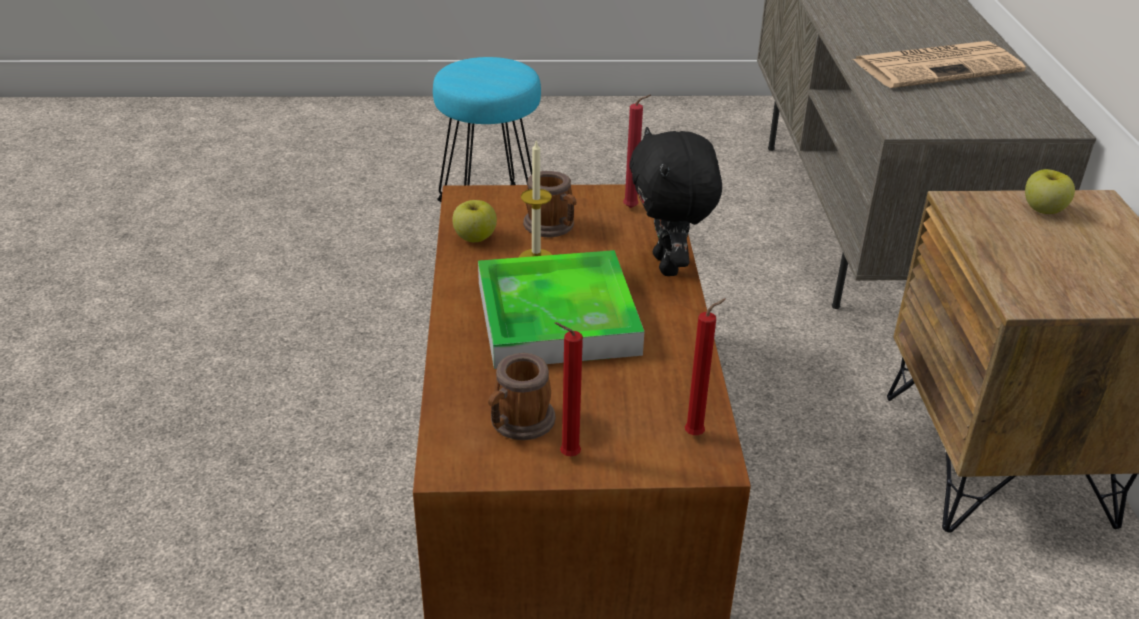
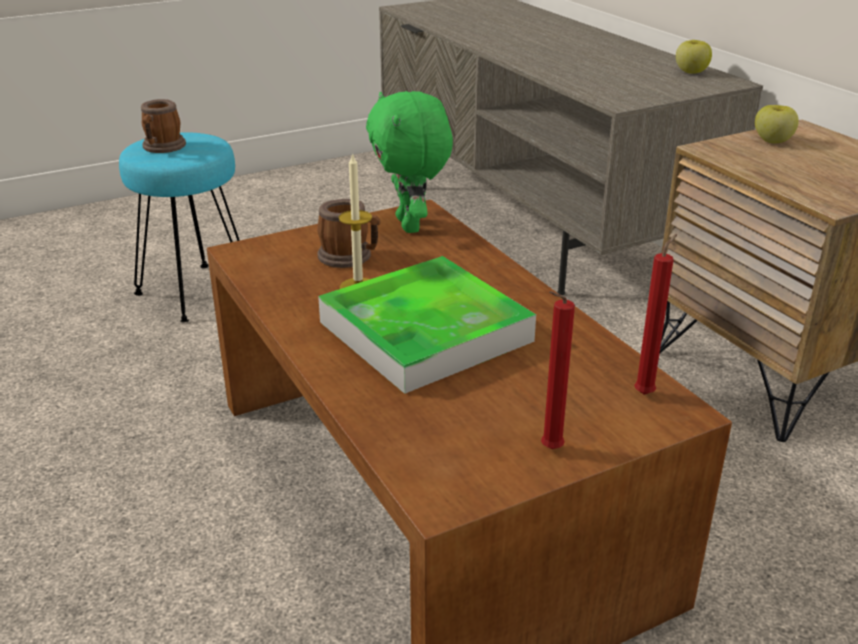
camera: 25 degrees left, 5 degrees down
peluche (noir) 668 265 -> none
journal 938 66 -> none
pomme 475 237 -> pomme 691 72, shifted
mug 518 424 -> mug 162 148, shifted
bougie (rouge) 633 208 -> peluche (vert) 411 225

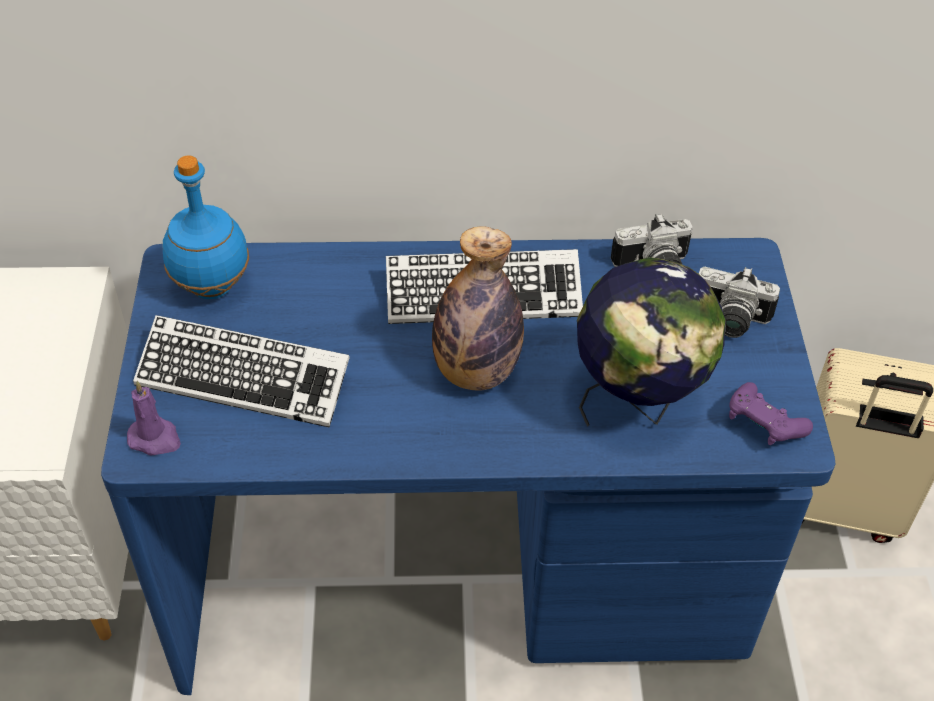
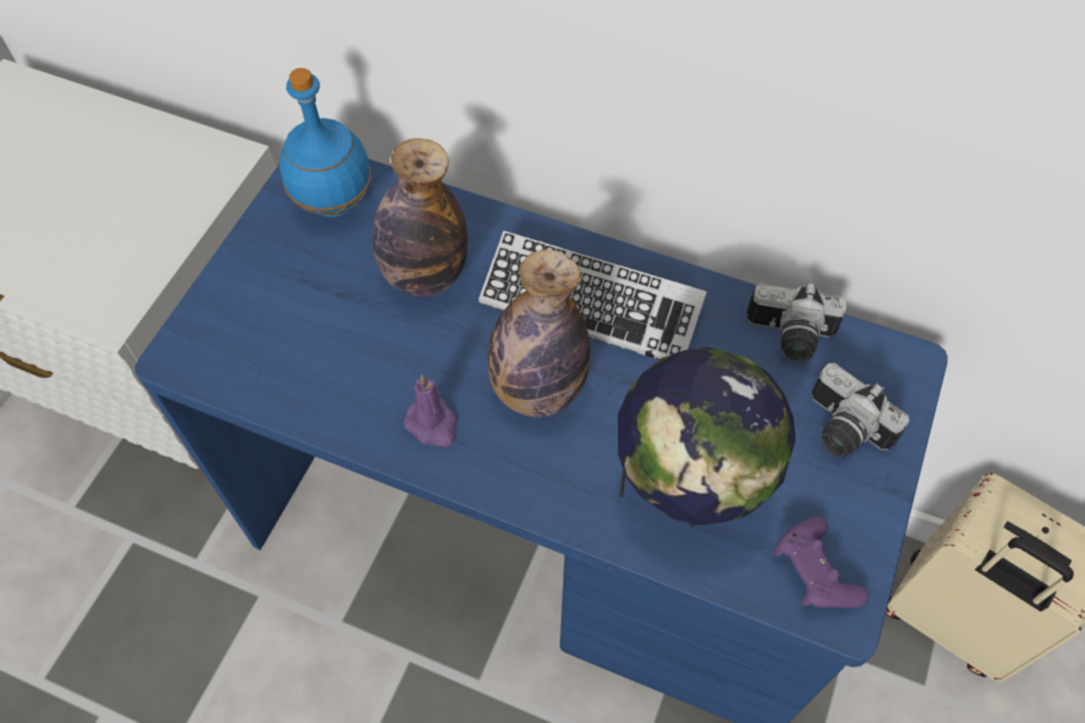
camera: 25 degrees right, 10 degrees up
clavier 243 379 -> none
none -> bouteille 424 275
bougie (violet) 155 438 -> bougie (violet) 433 425, shifted

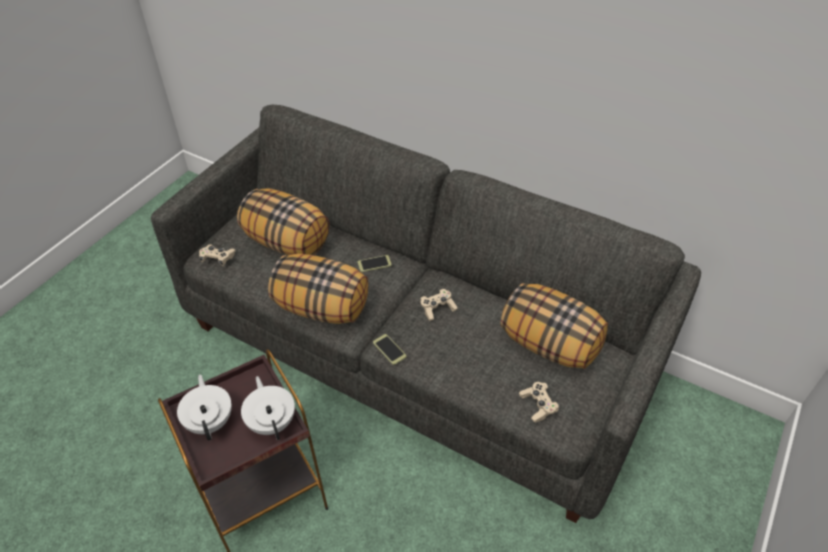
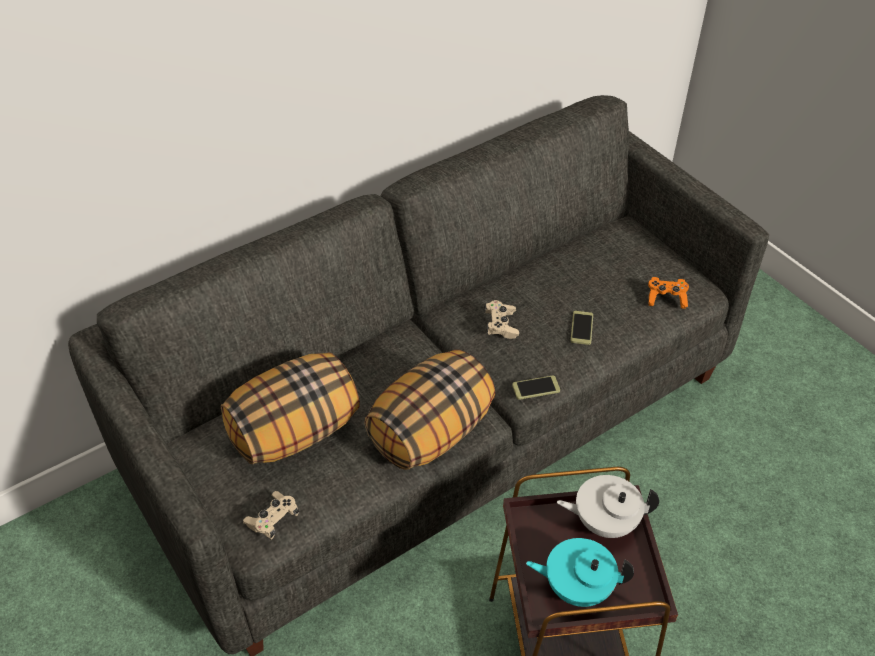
camera: 65 degrees left, 0 degrees up
coussin 549 344 -> none
téléphone 374 264 -> téléphone 581 328, shifted
théière (blanc) 210 421 -> théière (turquoise) 577 587
manette (beige) 538 405 -> manette (orange) 666 298

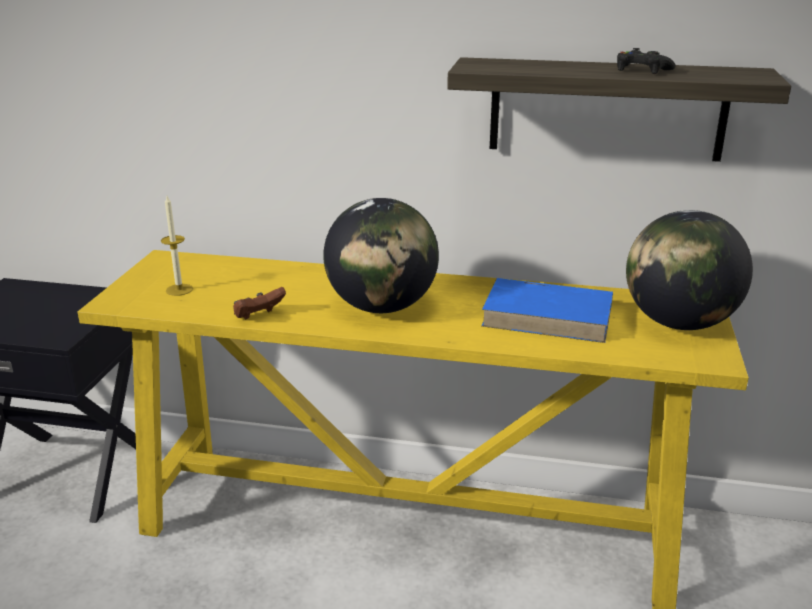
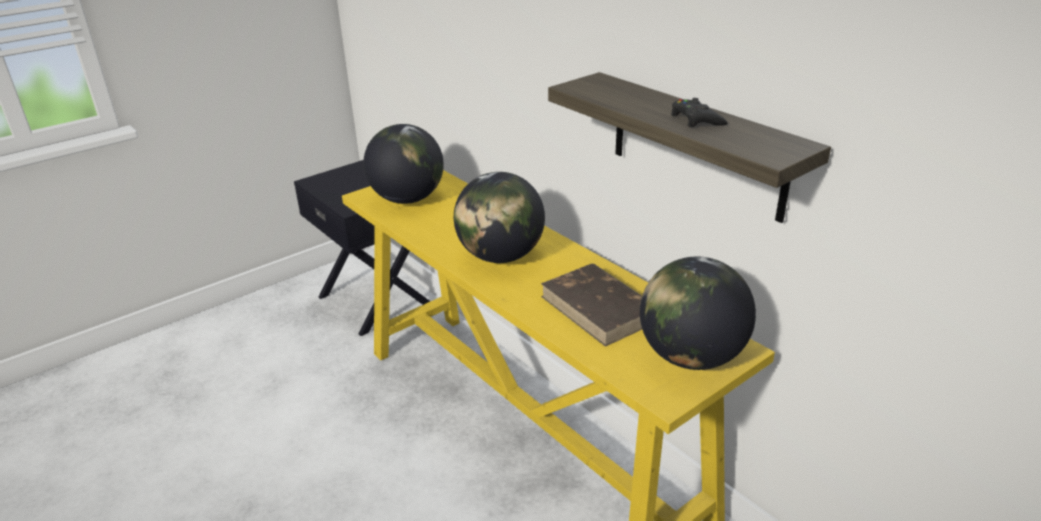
camera: 40 degrees right, 5 degrees up
manette (marron) 258 316 -> none
bougie 179 290 -> globe 407 199
livre (bleu) 549 315 -> livre (marron) 601 308

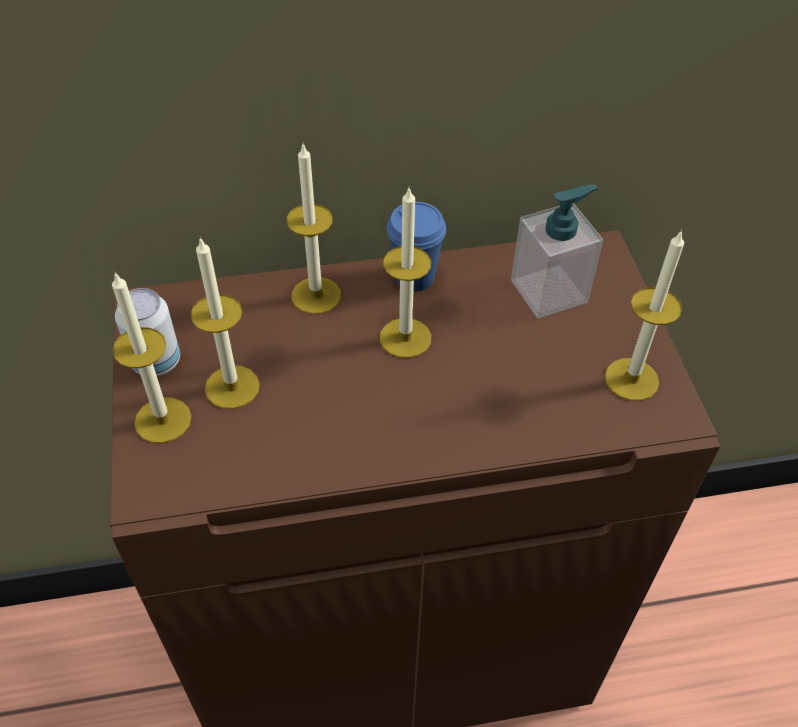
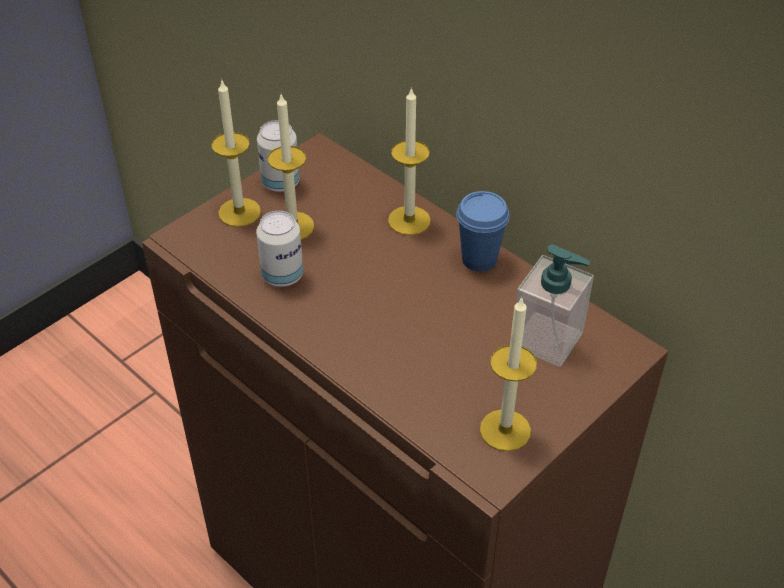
camera: 55 degrees right, 5 degrees down
bougie 405 338 -> none
none -> boîte métallique 282 276

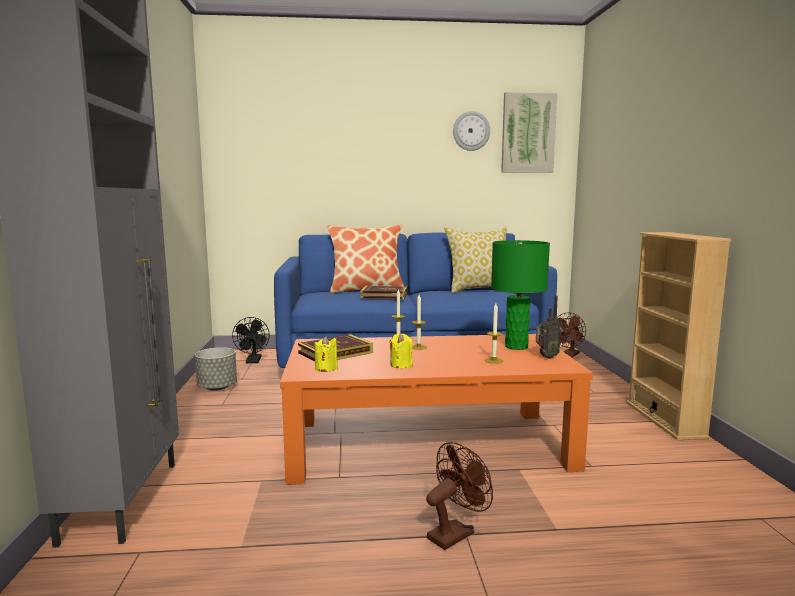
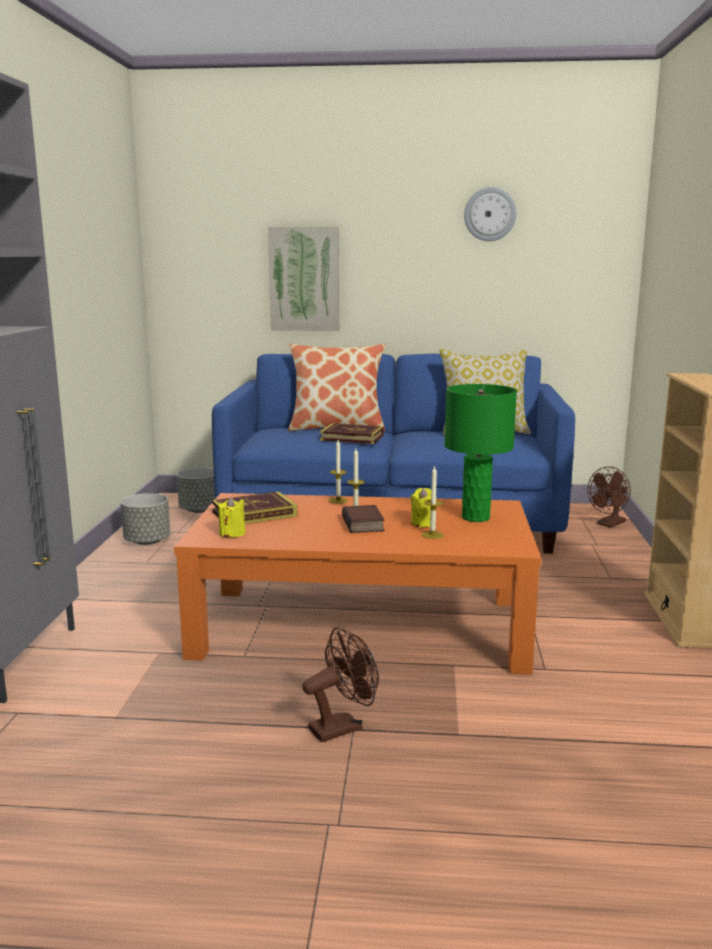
camera: 10 degrees right, 5 degrees up
radio 546 357 -> none
none -> livre 364 524
bougie (jaune) 401 365 -> bougie (jaune) 423 523, shifted
tableau 528 133 -> tableau 304 279, shifted
ventilateur (noir) 253 361 -> cache-pot (gris) 200 510

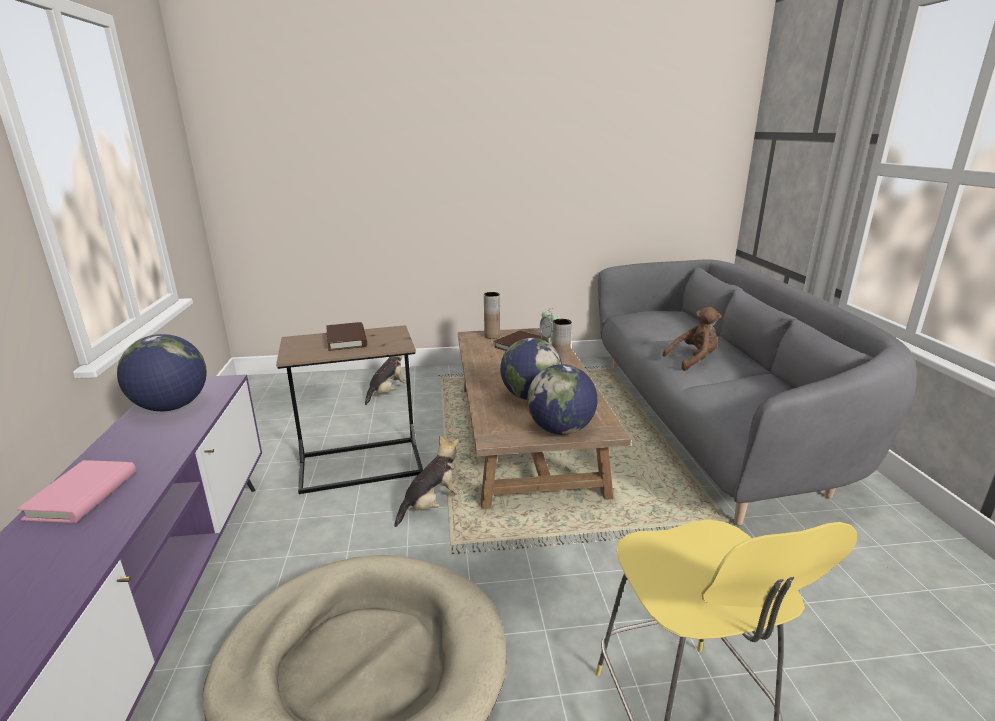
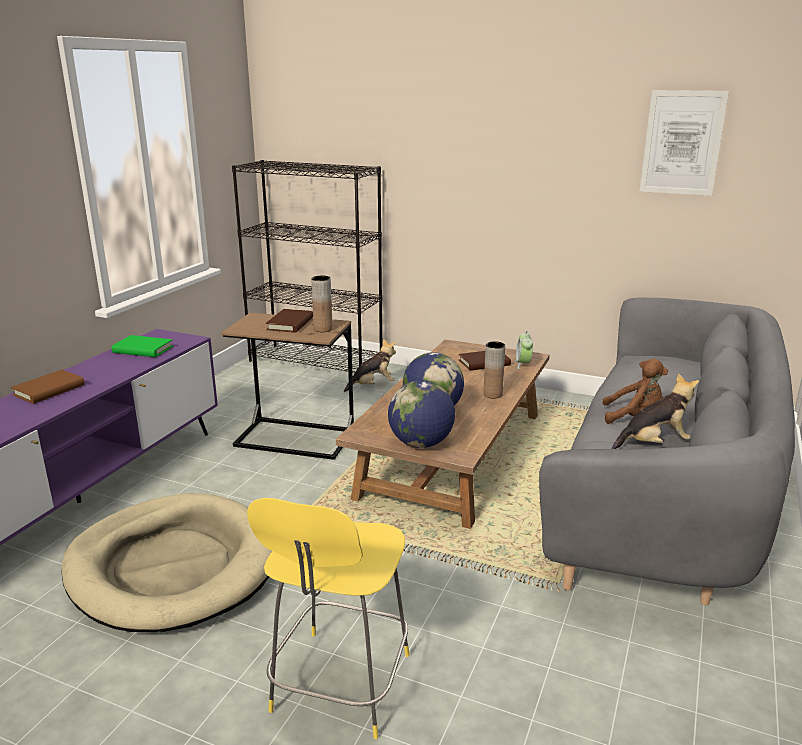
camera: 30 degrees right, 0 degrees up
none -> bibliothèque (noir) 316 362
none -> tableau 682 143
peluche 431 505 -> peluche 654 443, shifted
vase (marron) 492 336 -> vase (marron) 323 329, shifted
globe 172 407 -> livre (vert) 143 349
livre (rose) 83 495 -> livre (marron) 49 390

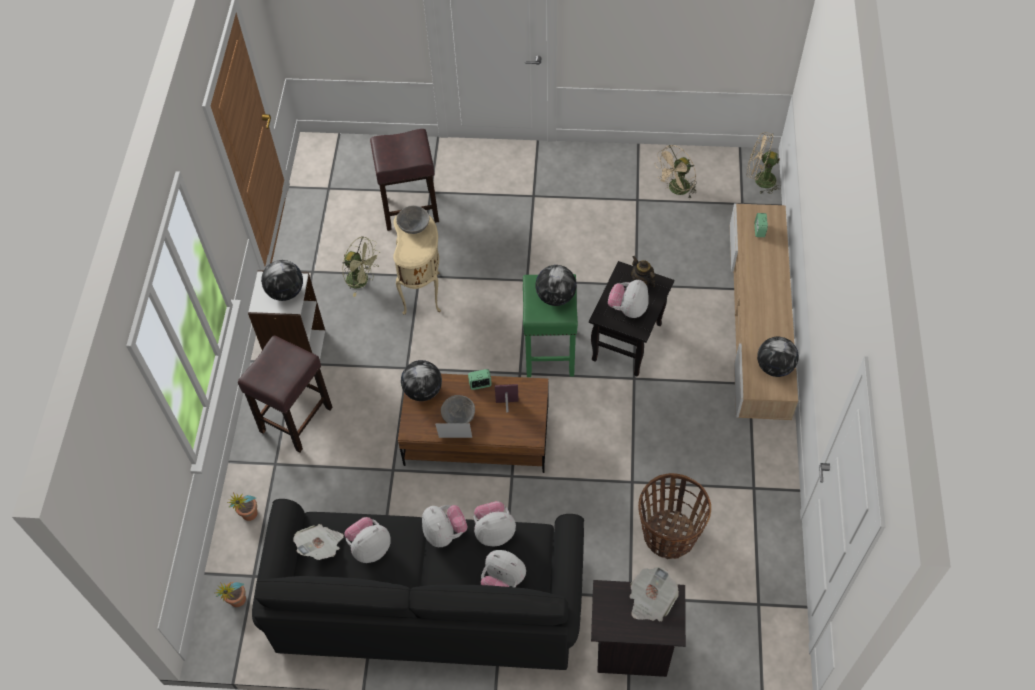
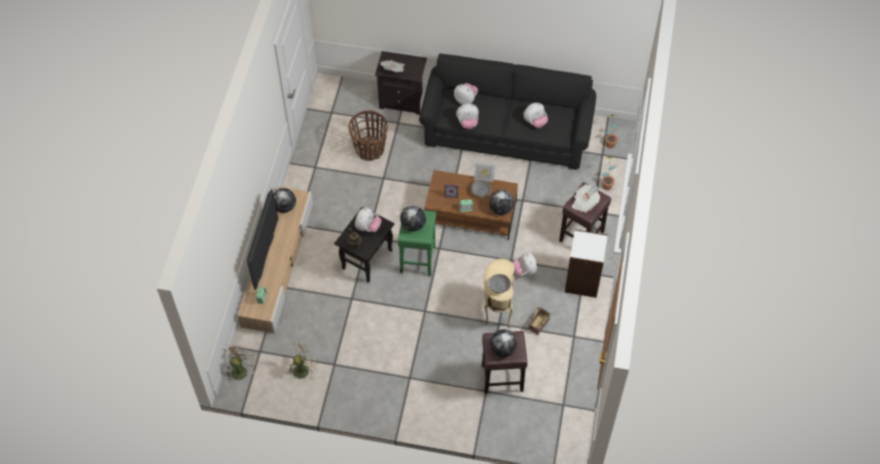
camera: 175 degrees left, 0 degrees up
none -> téléviseur 266 256
globe 285 292 -> globe 503 349, shifted
journal 321 546 -> journal 584 202, shifted
peluche 445 533 -> peluche 524 271, shifted
ventilateur (vert) 362 281 -> panier 538 325
ventilateur (beige) 760 180 -> ventilateur (beige) 240 369, 90 degrees counterclockwise

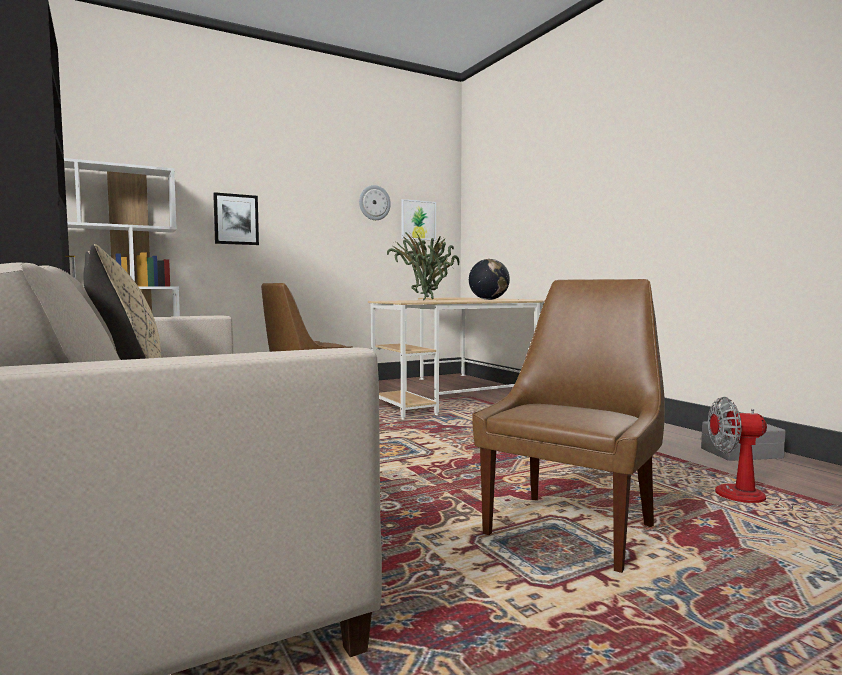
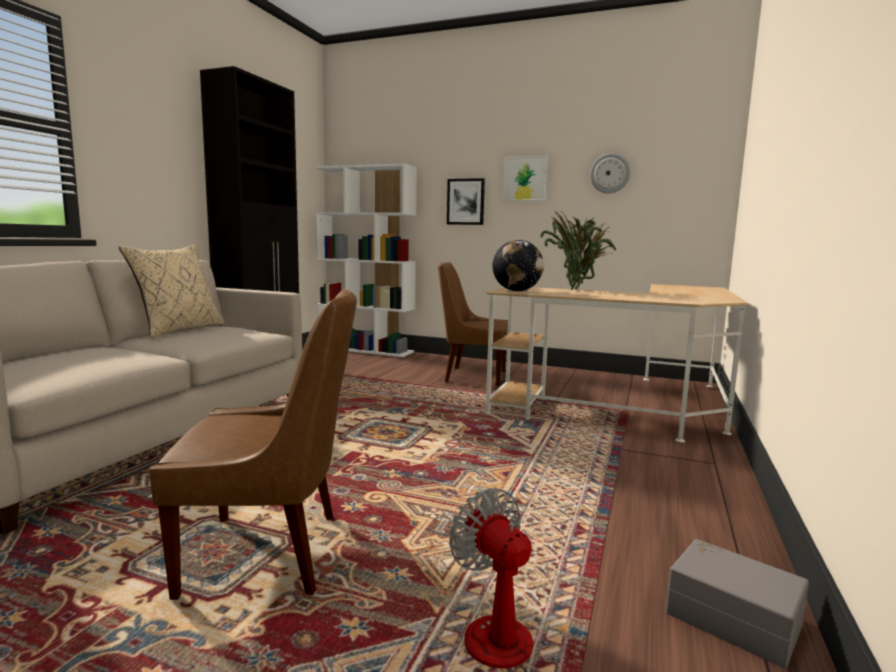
camera: 50 degrees right, 5 degrees up
tableau 418 220 -> tableau 525 178, shifted
globe 489 299 -> globe 517 291, shifted

